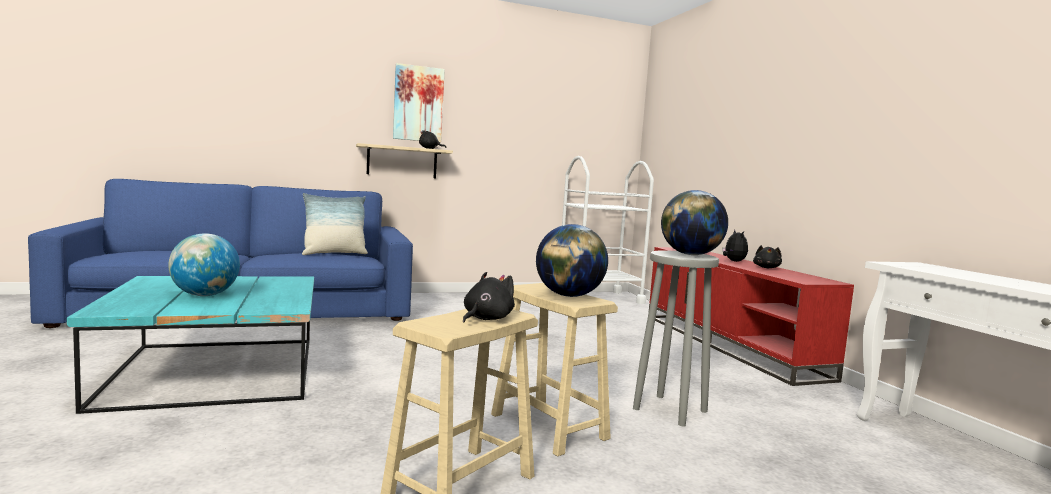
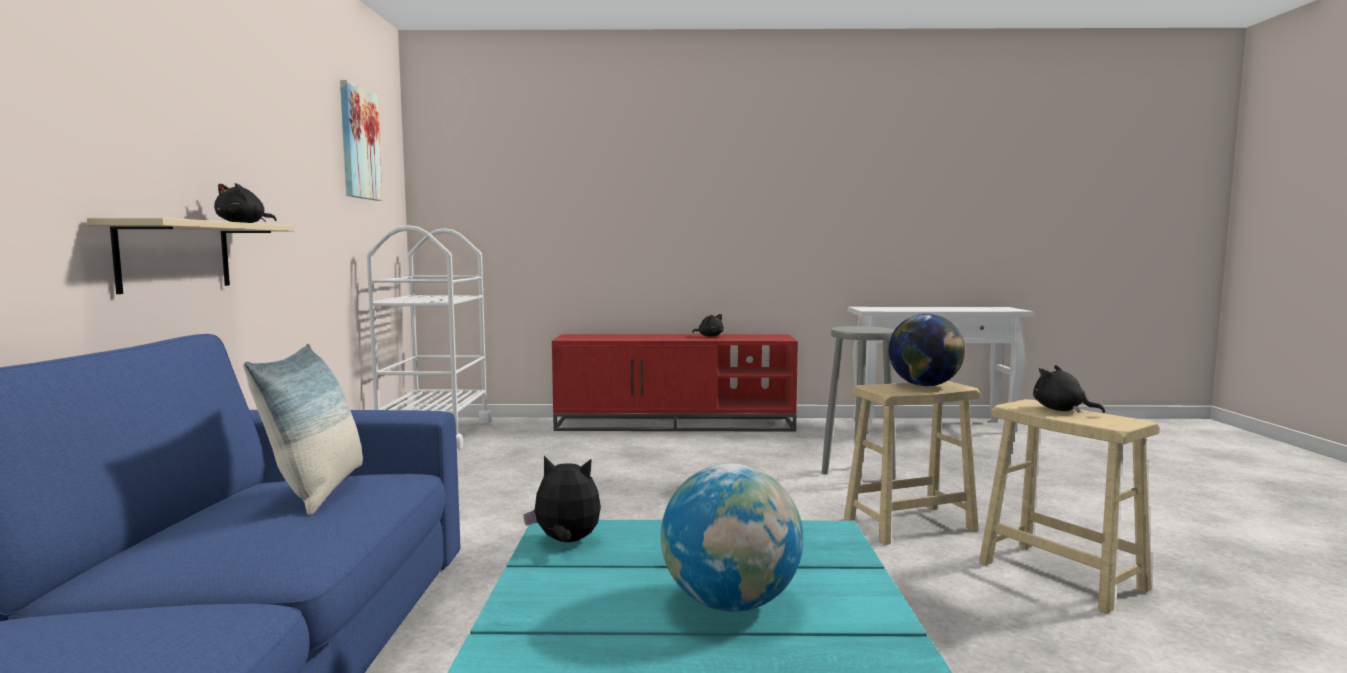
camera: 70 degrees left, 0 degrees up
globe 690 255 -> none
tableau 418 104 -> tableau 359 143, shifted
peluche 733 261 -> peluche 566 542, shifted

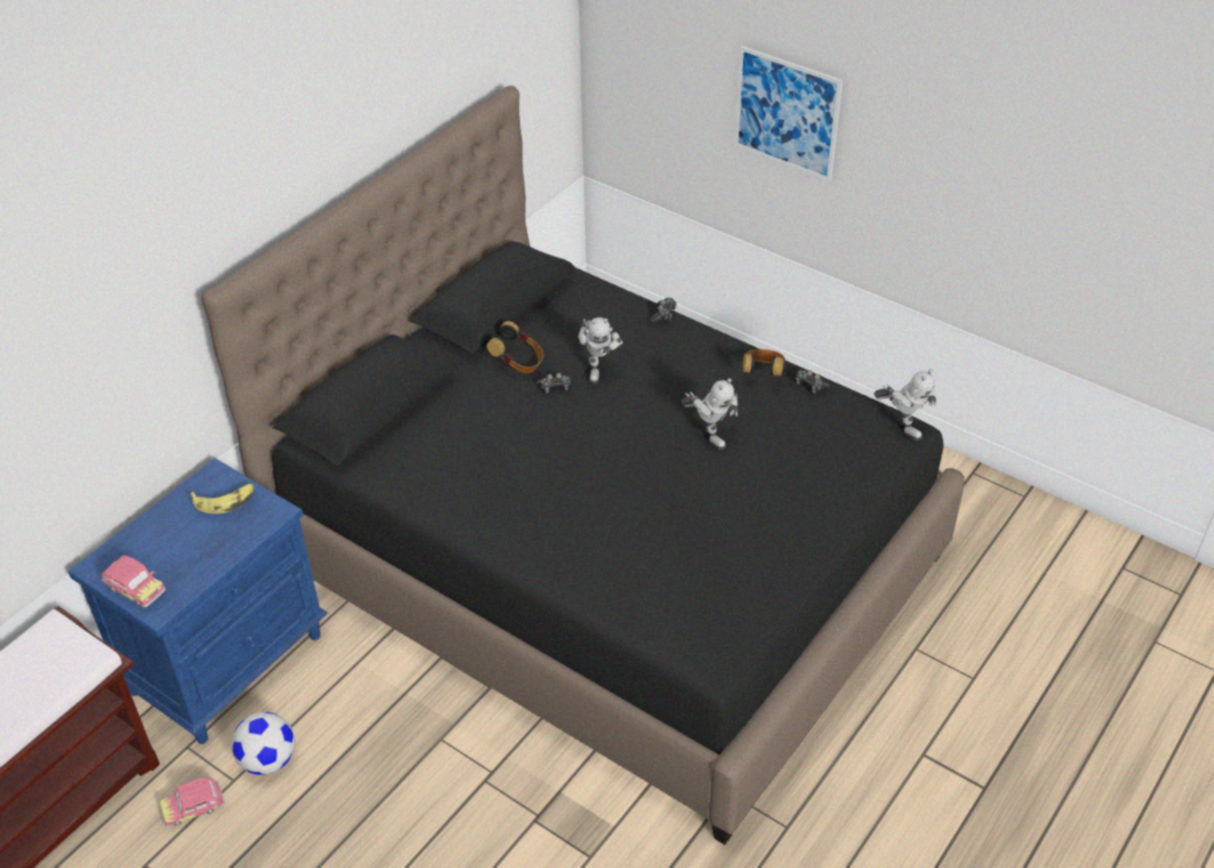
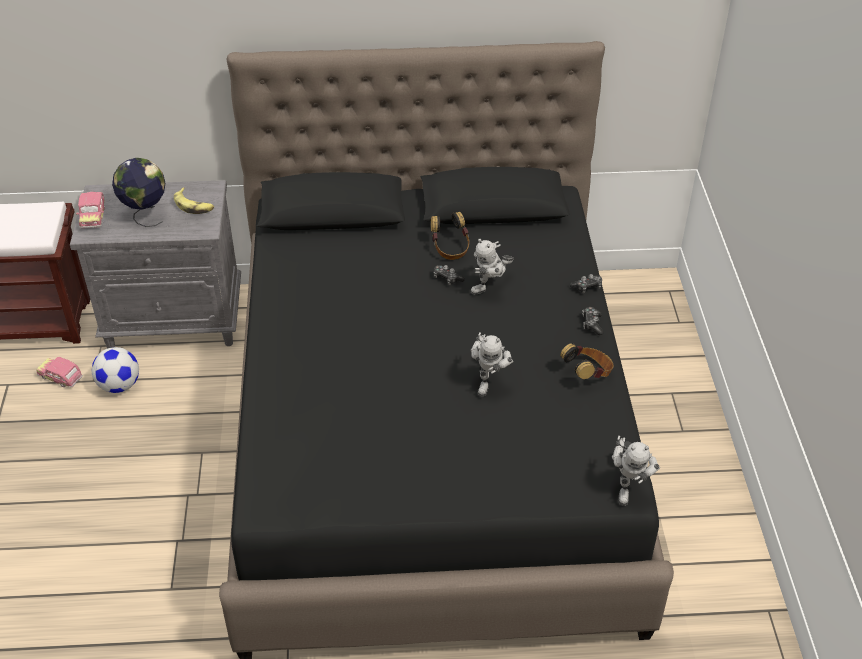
camera: 50 degrees right, 0 degrees up
tableau 787 113 -> none
none -> globe 145 215
manette 810 385 -> manette 592 324, shifted
table de chevet (bleu) 228 661 -> table de chevet (gris) 175 320

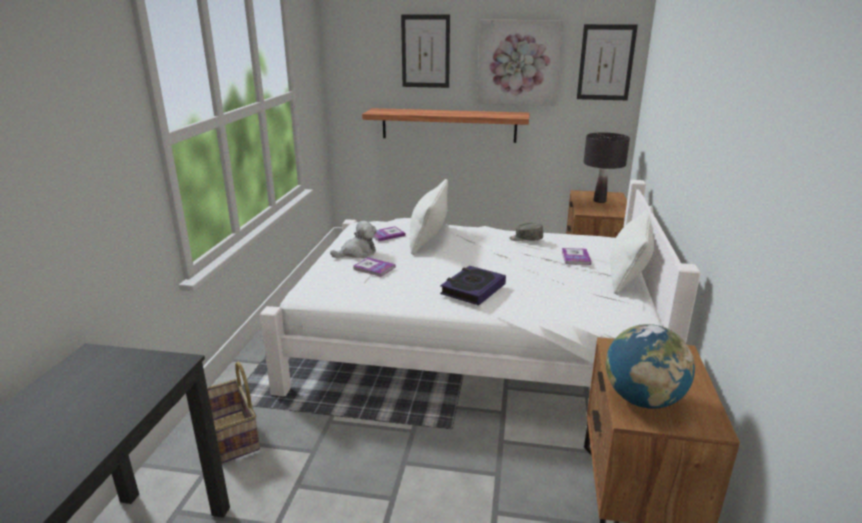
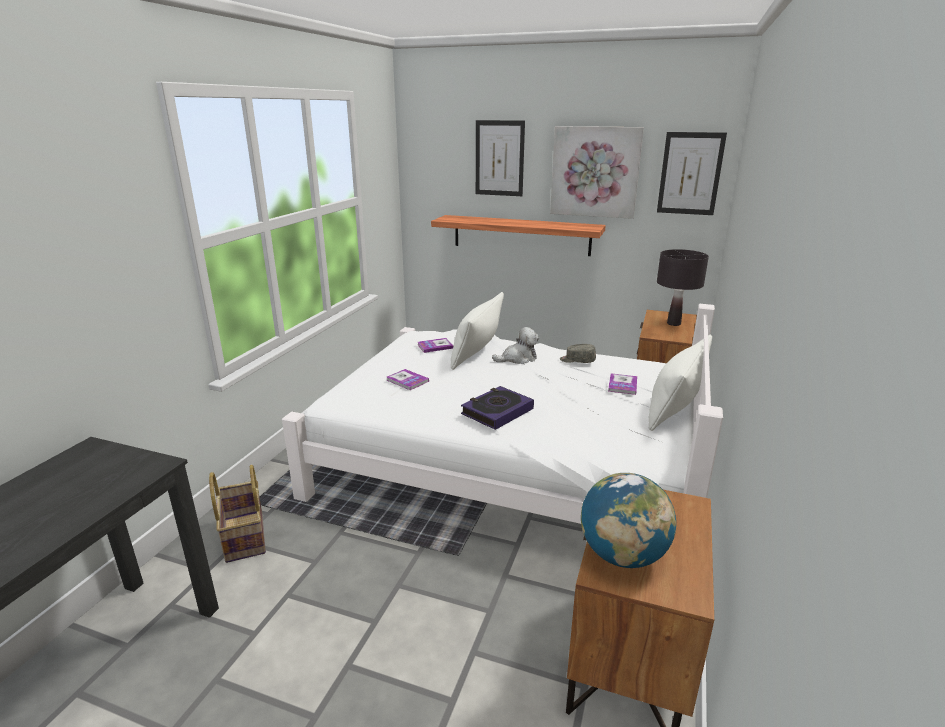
camera: 10 degrees right, 0 degrees up
peluche 357 253 -> peluche 518 359, shifted

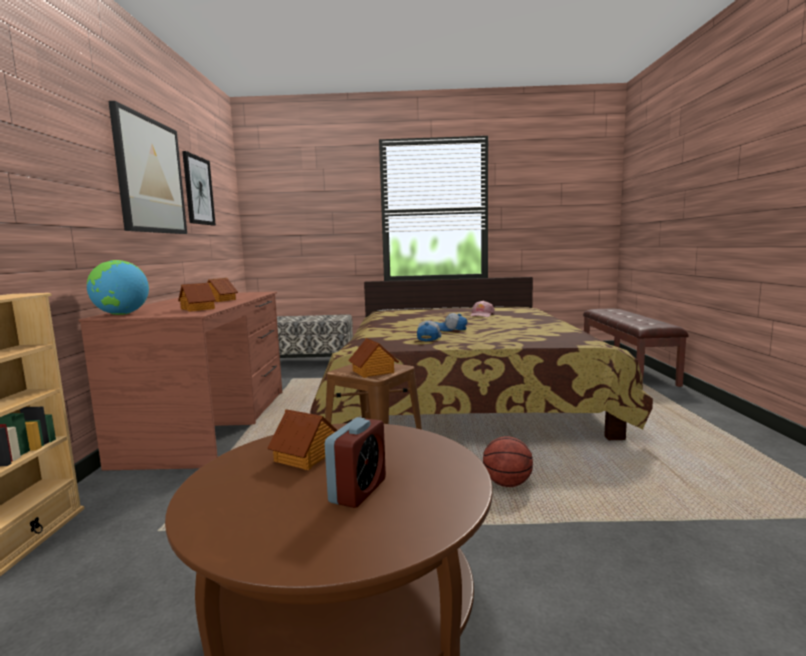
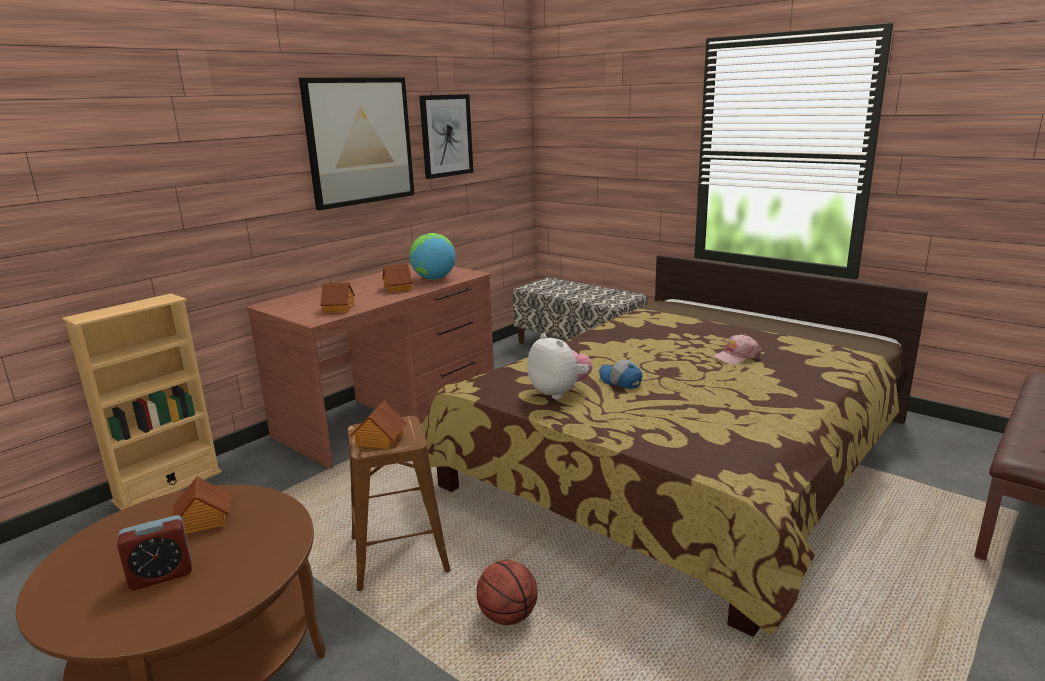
camera: 40 degrees right, 10 degrees up
globe 121 314 -> globe 434 279, shifted
casquette 428 338 -> peluche 559 392

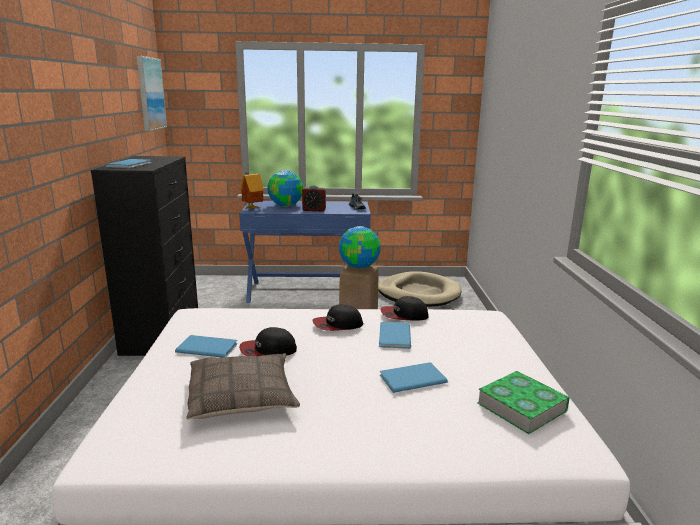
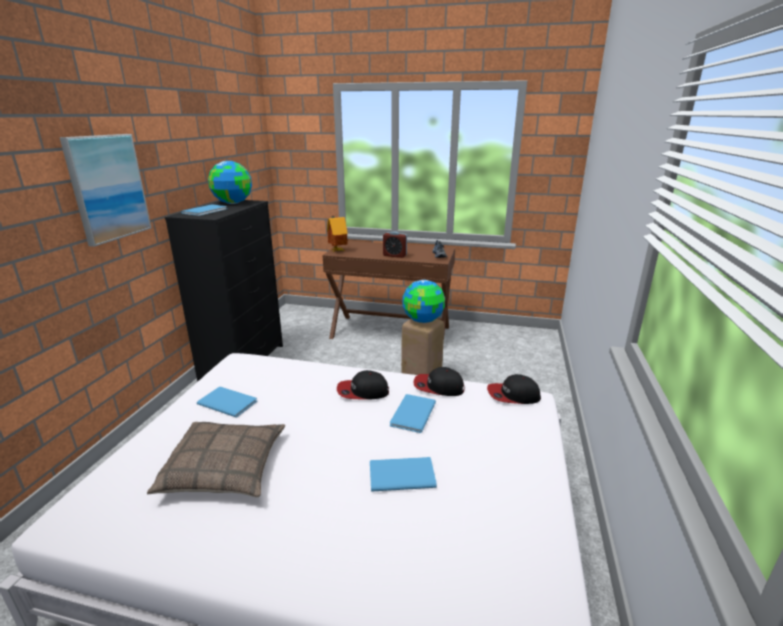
camera: 15 degrees right, 5 degrees up
panier pour chien (beige) 418 293 -> none
livre 521 407 -> none
tableau 150 93 -> tableau 108 188, shifted
casquette 268 350 -> casquette 513 395, shifted
globe 285 205 -> globe 233 203, shifted
bureau (bleu) 308 291 -> bureau (marron) 391 332

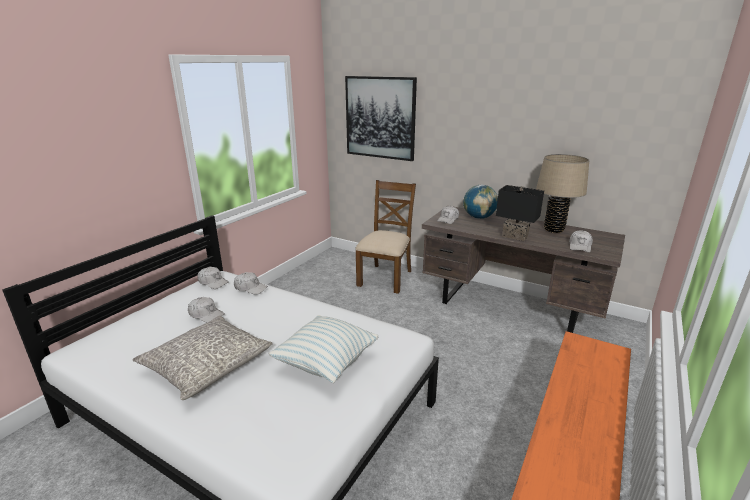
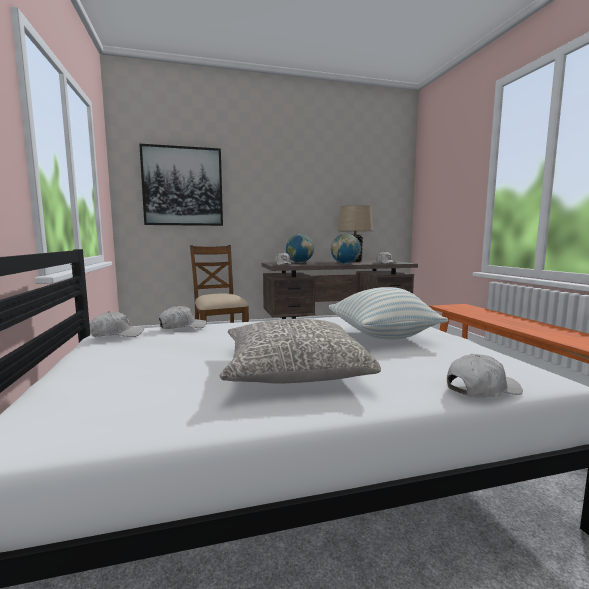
camera: 45 degrees left, 15 degrees down
casquette (blanc) 206 315 -> casquette (blanc) 482 389, shifted
lampe de table (noir) 514 237 -> globe 345 264

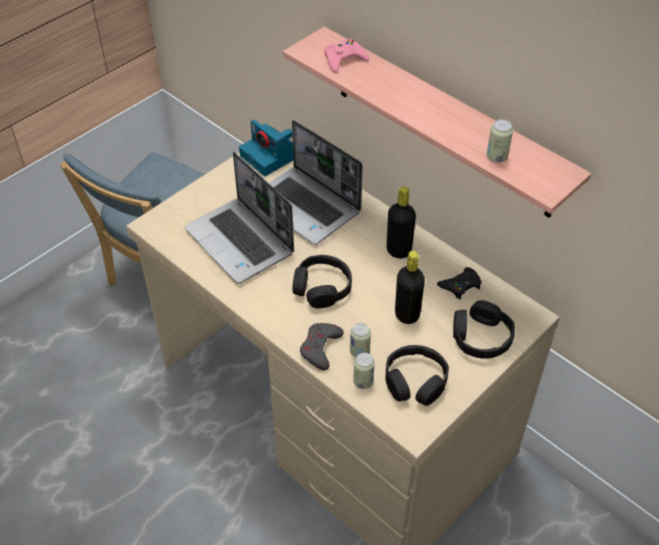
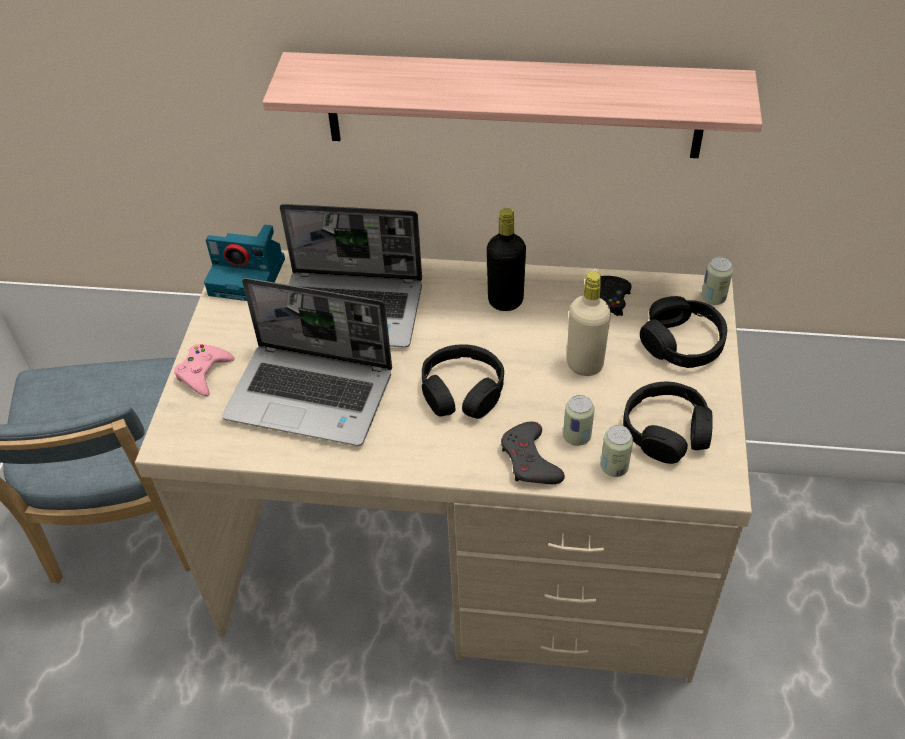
camera: 35 degrees left, 0 degrees up
manette (rose) 344 59 -> manette (rose) 203 372, shifted
boîte métallique 496 157 -> boîte métallique 713 298, shifted
bouteille (noir) 407 314 -> bouteille (beige) 584 364

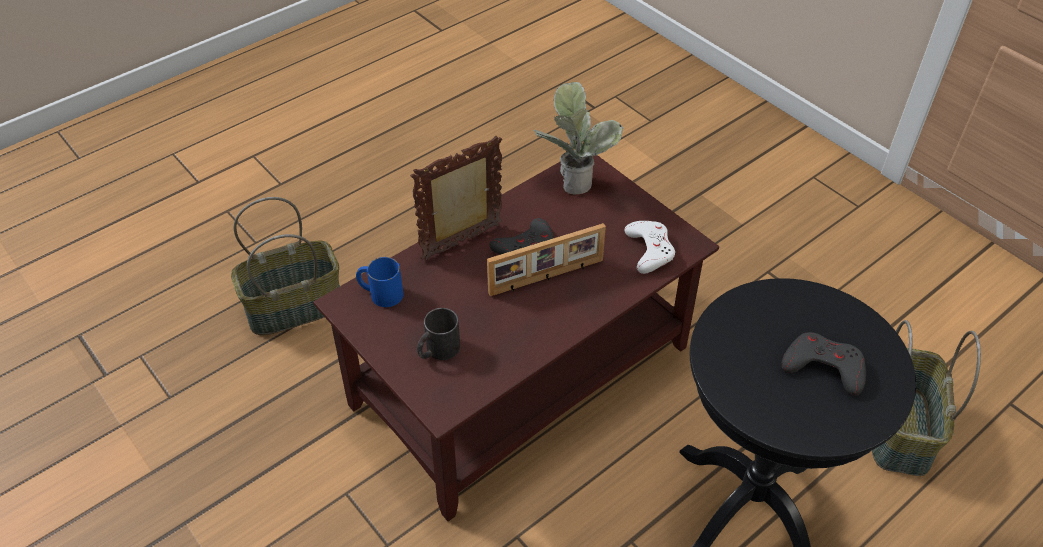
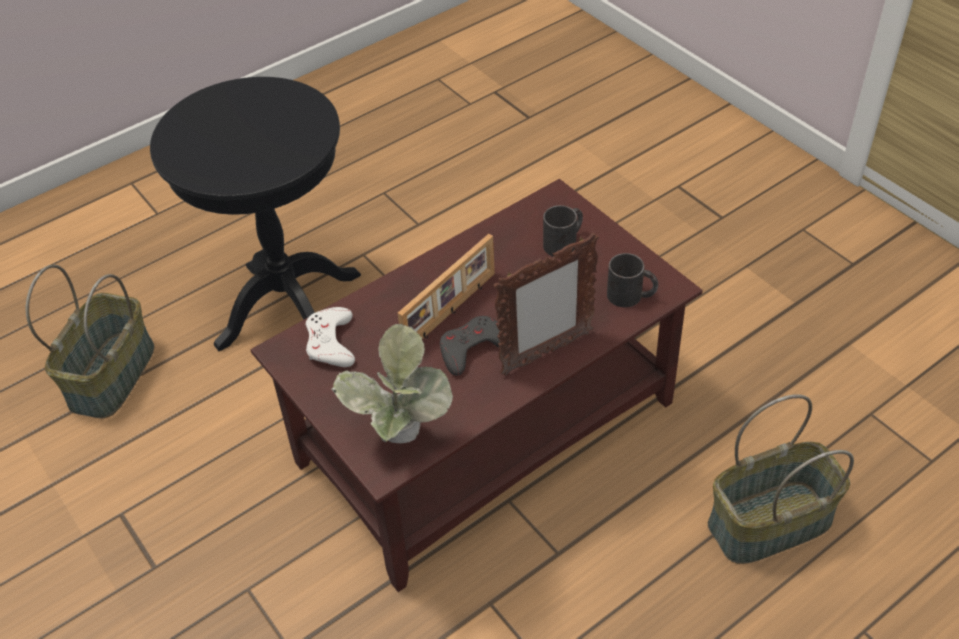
camera: 175 degrees left, 0 degrees up
manette (gris) 823 367 -> none
mug (bleu) 380 293 -> mug (noir) 631 296
cadre photo 547 278 -> cadre photo 451 312, 150 degrees clockwise

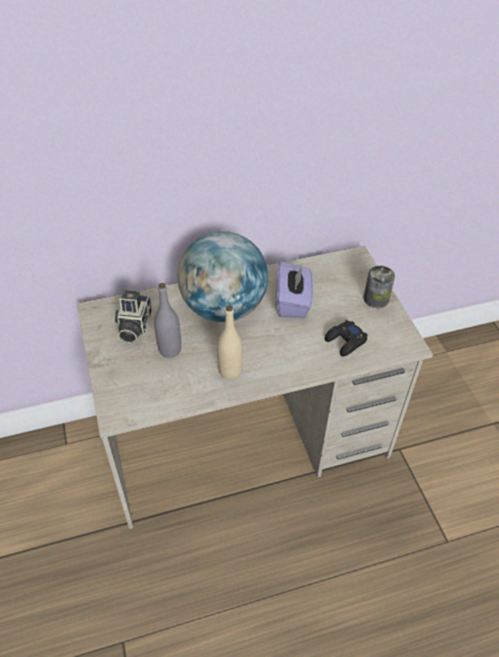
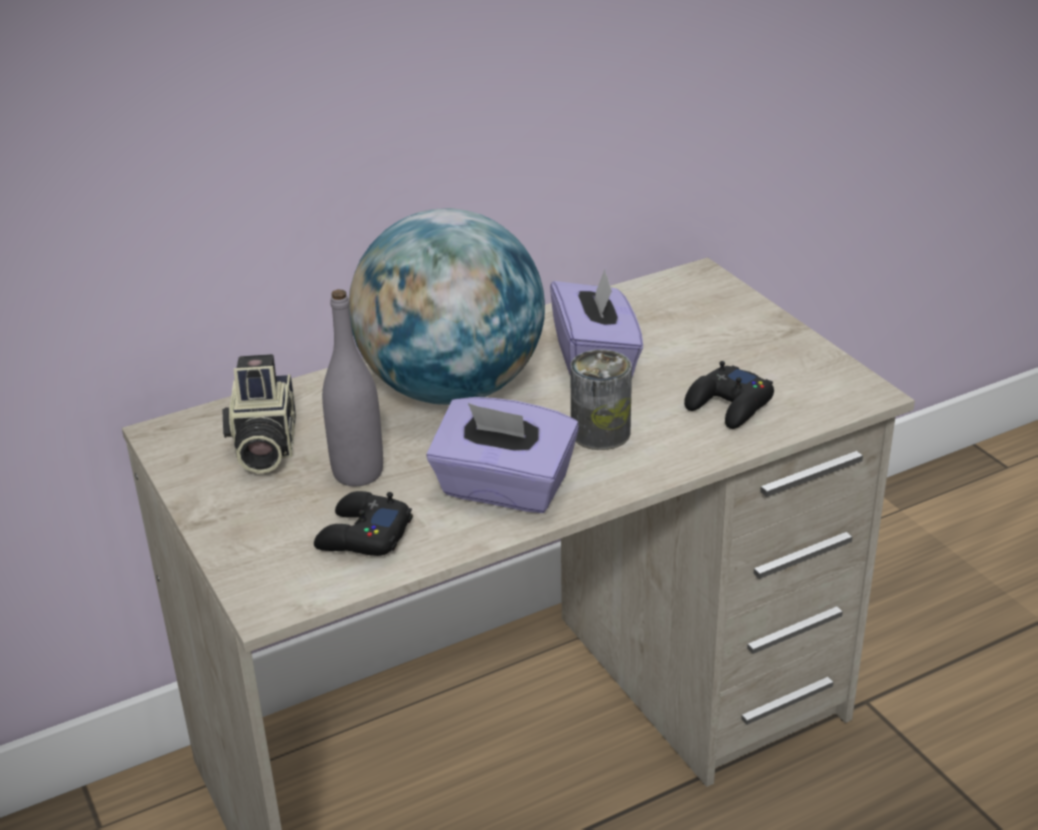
camera: 10 degrees left, 15 degrees down
none -> manette (noir) 363 536
boîte métallique 376 299 -> boîte métallique 600 433, shifted
bouteille (beige) 230 371 -> boîte à mouchoirs (violet) 503 489

